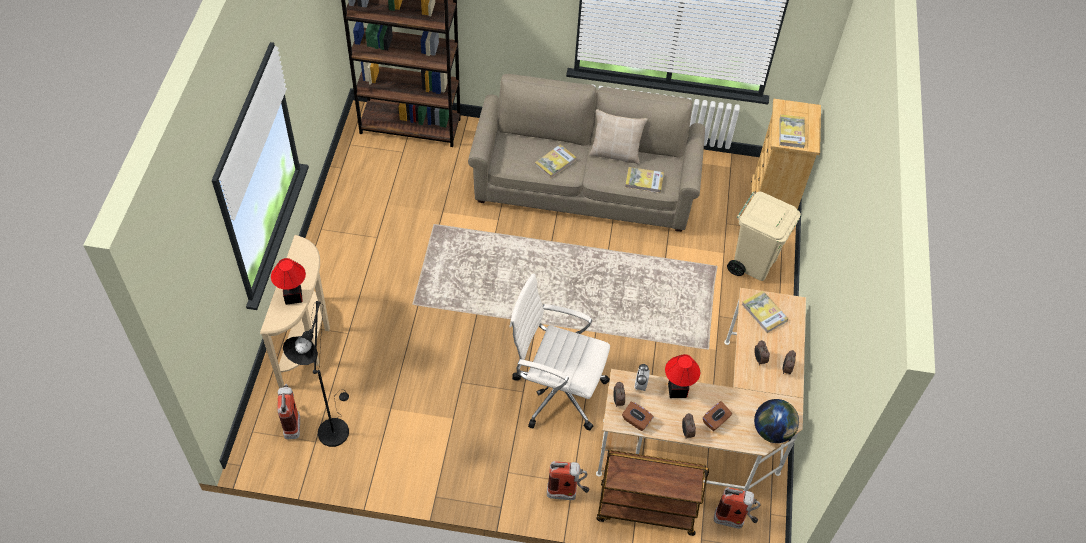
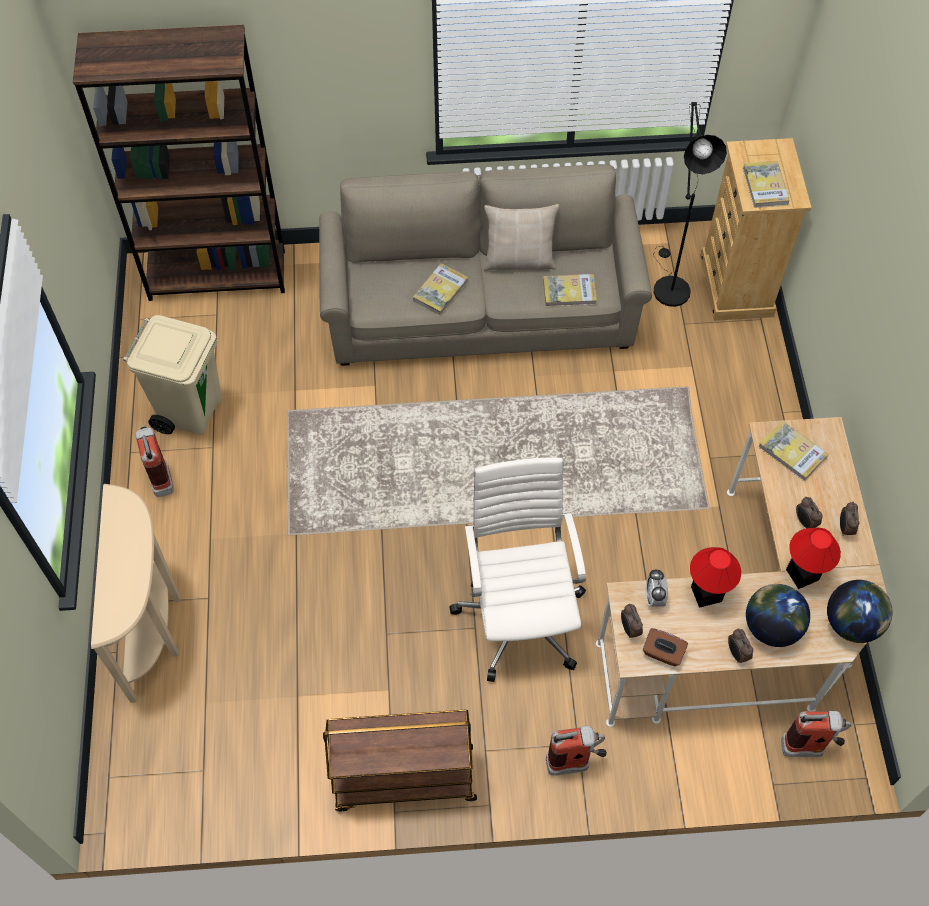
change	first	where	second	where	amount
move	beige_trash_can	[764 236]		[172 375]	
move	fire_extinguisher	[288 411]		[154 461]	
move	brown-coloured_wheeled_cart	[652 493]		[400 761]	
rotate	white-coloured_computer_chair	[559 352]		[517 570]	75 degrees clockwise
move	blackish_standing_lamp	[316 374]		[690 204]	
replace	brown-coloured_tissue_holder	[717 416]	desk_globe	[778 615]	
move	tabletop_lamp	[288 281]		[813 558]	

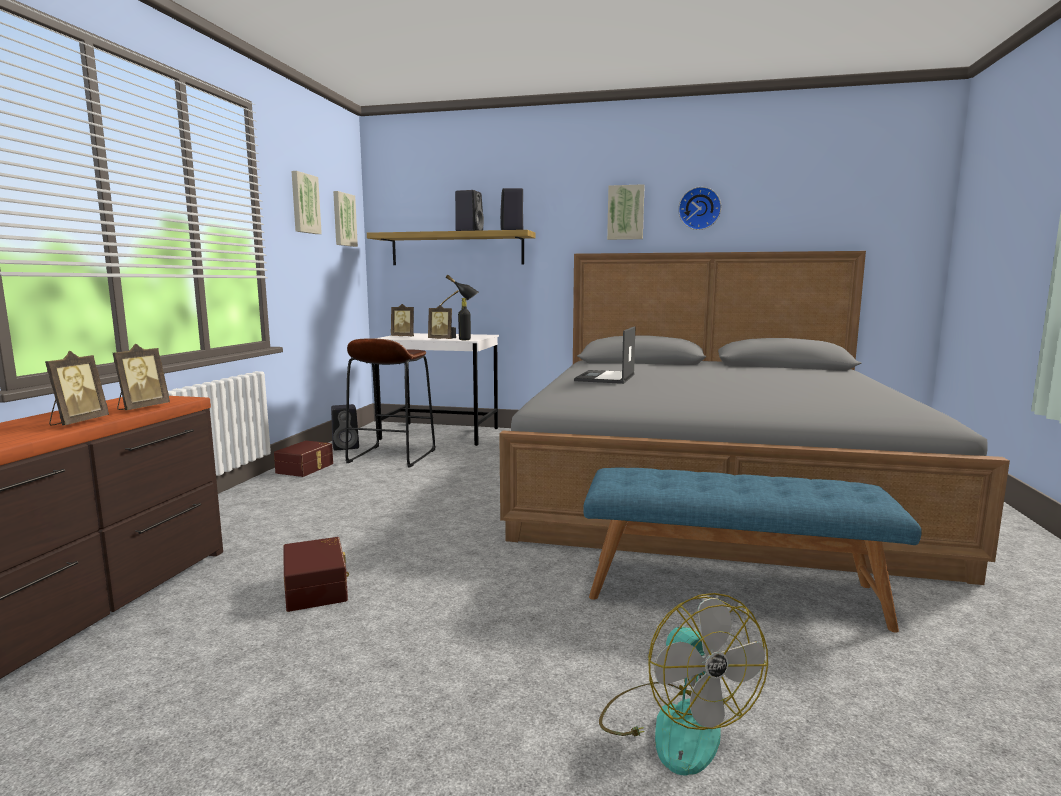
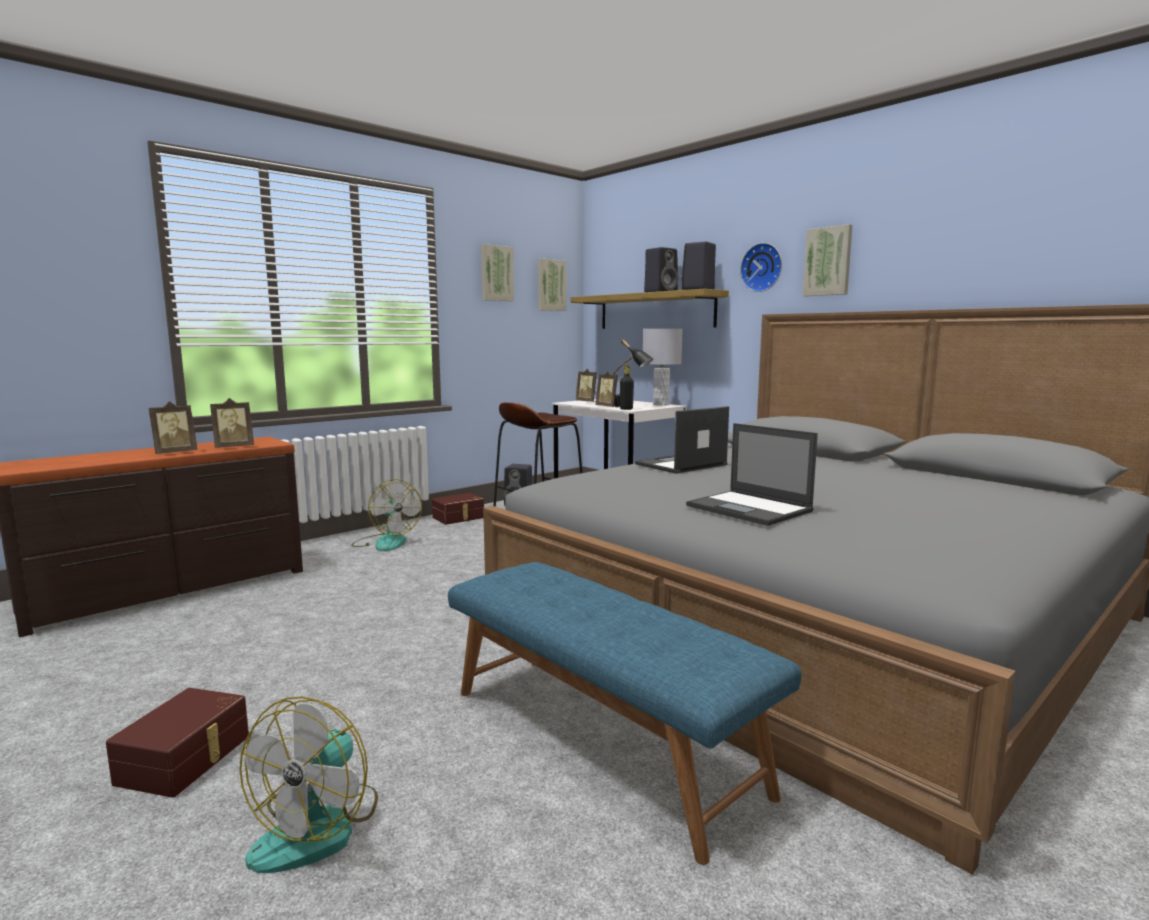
change	first	where	second	where	amount
move	brown-coloured_storage_box	[316 574]		[177 743]	
insert			cooling_fan	[386 515]	
insert			grey_tabletop_lamp	[663 367]	
insert			laptop	[752 474]	
move	wall_clock	[699 208]		[761 267]	

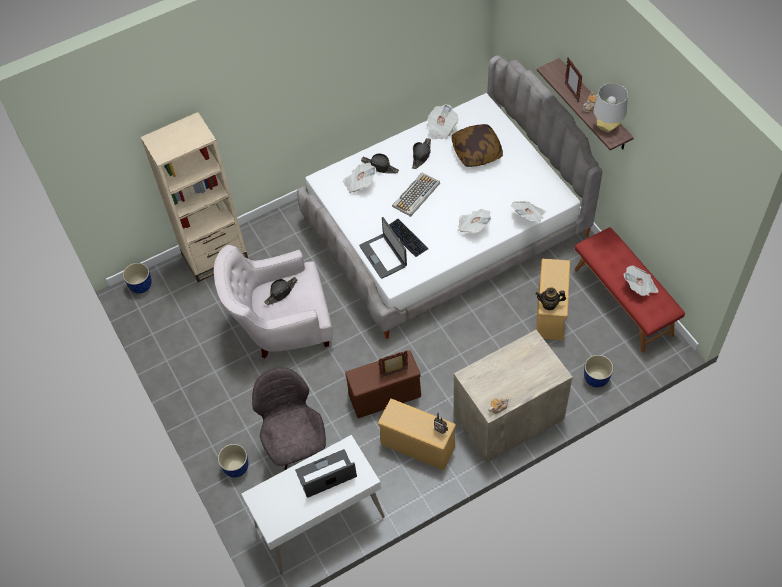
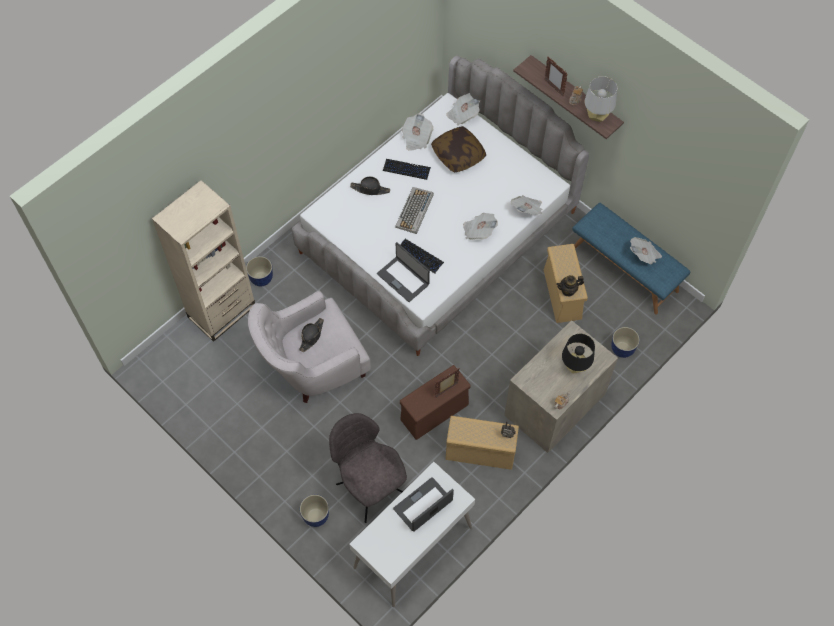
change	first	where	second	where	amount
move	plant_pot	[137 278]		[259 271]	
replace	blackish_clothing_hat	[421 153]	computer_keyboard	[407 169]	
move	daily_paper	[360 178]		[463 109]	
insert			blackish_tabletop_lamp	[578 353]	
recolor	reddish_indoor_bench	[630 290]	bluish_indoor_bench	[631 258]	

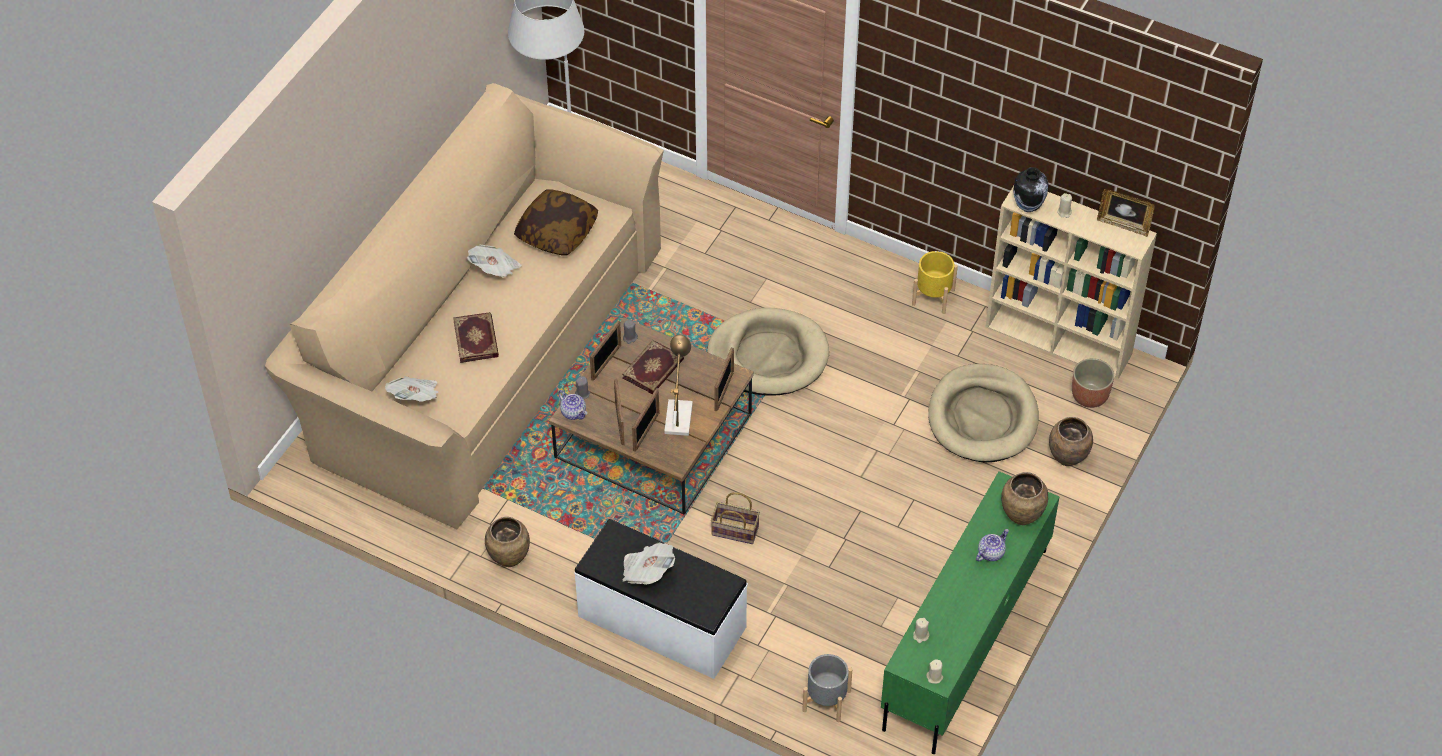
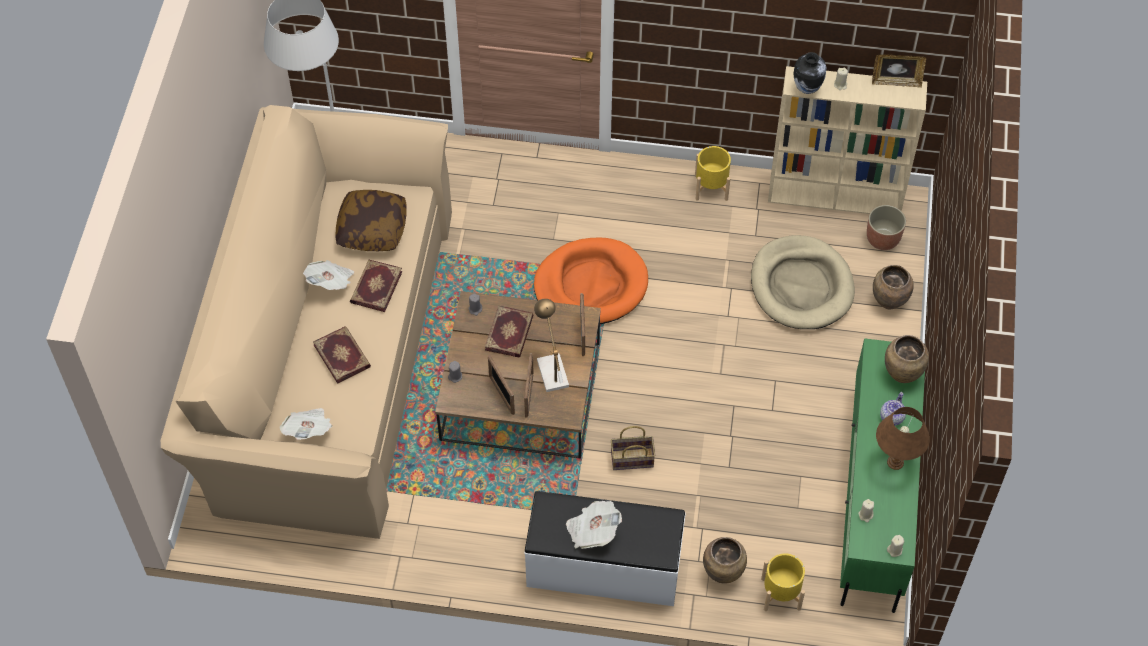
change	first	where	second	where	amount
insert			bound_book	[376 285]	
recolor	beige_dog_cushion	[768 352]	orange-coloured_dog_cushion	[591 281]	
move	brown-coloured_vase	[507 542]		[725 560]	
recolor	grey_plant_pot	[827 688]	yellow_plant_pot	[783 582]	
insert			brown-coloured_tabletop_lamp	[903 438]	
delete	tea_pot	[572 405]			
delete	picture_frame	[605 351]			

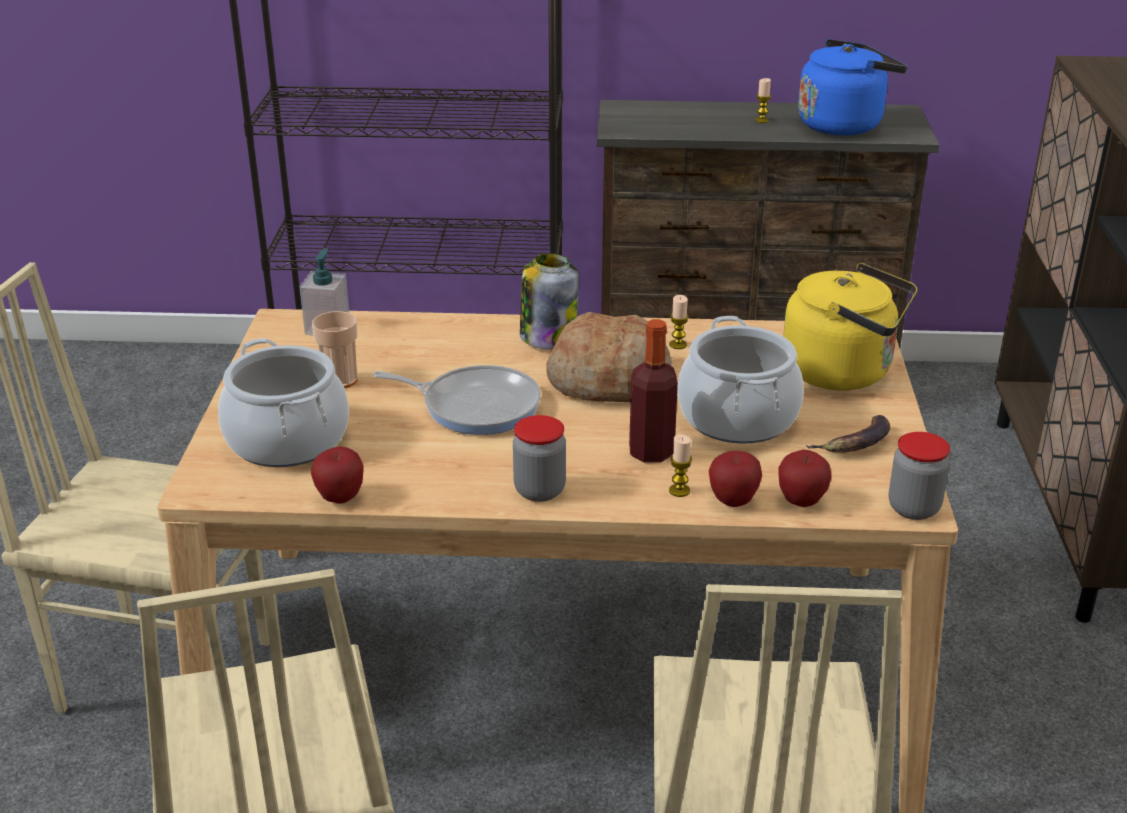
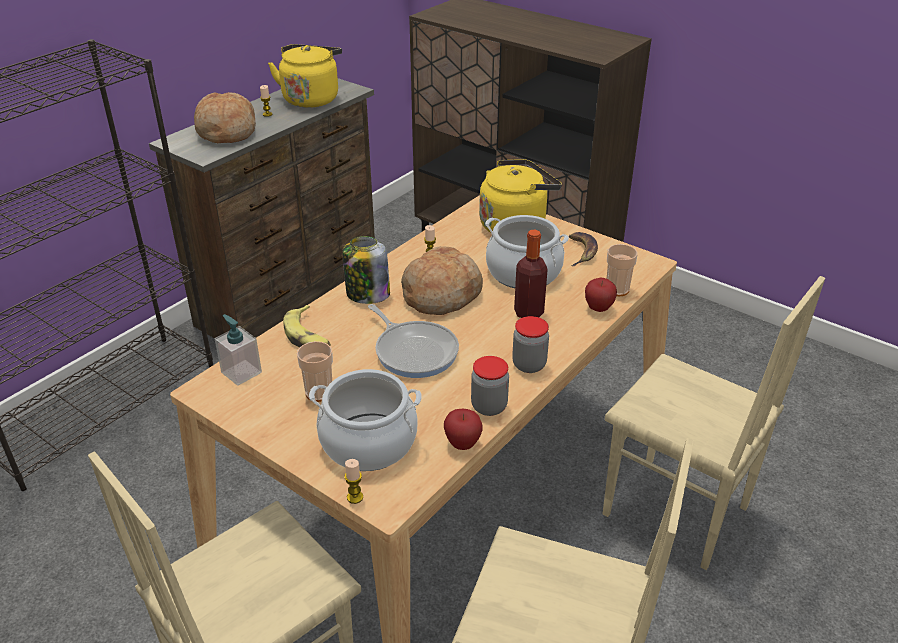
change	first	where	second	where	amount
insert			bakery_bread	[225 117]	
recolor	bluish_water_kettle	[852 87]	yellow_water_kettle	[305 76]	
insert			whole_banana	[307 326]	
move	wax_light	[680 466]		[354 481]	
rotate	skillet	[457 400]		[413 341]	90 degrees clockwise
move	jar	[919 476]		[490 386]	
replace	apple	[804 478]	cup	[622 270]	

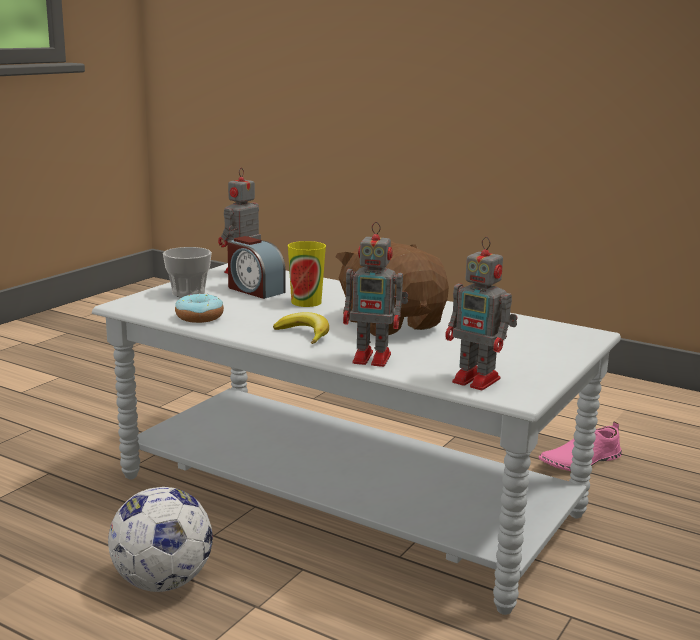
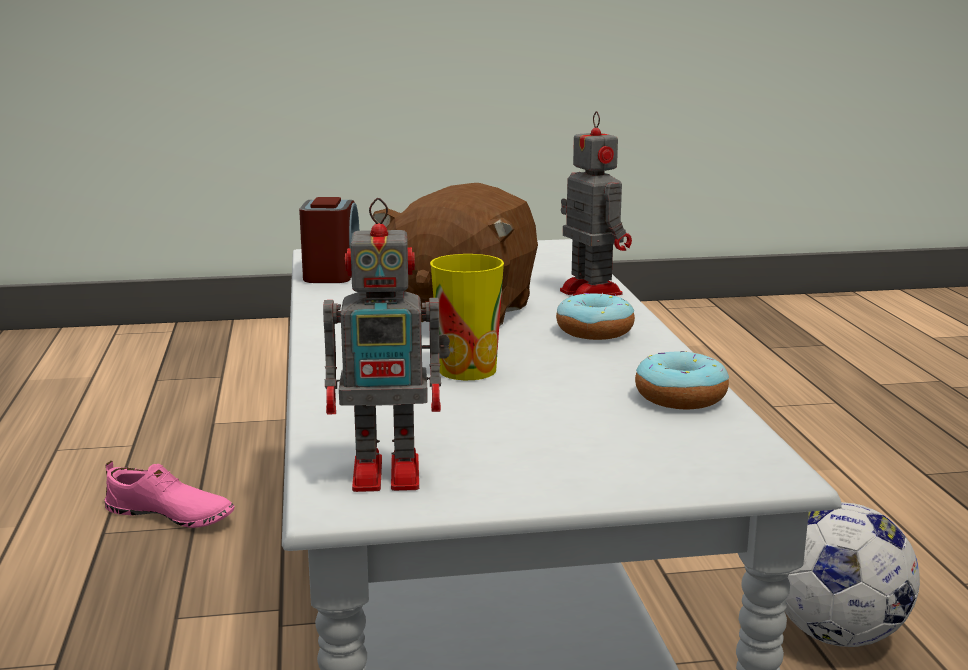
change	first	where	second	where	amount
move	bedside_clock	[256 267]		[329 240]	
replace	whole_banana	[301 328]	doughnut	[595 316]	
delete	cup	[187 272]			
delete	model_robot	[481 313]			

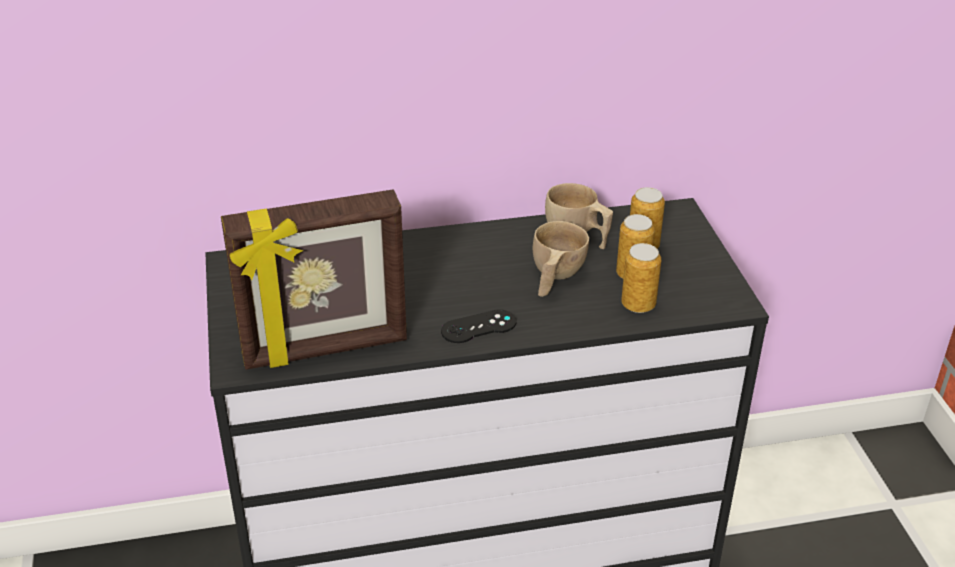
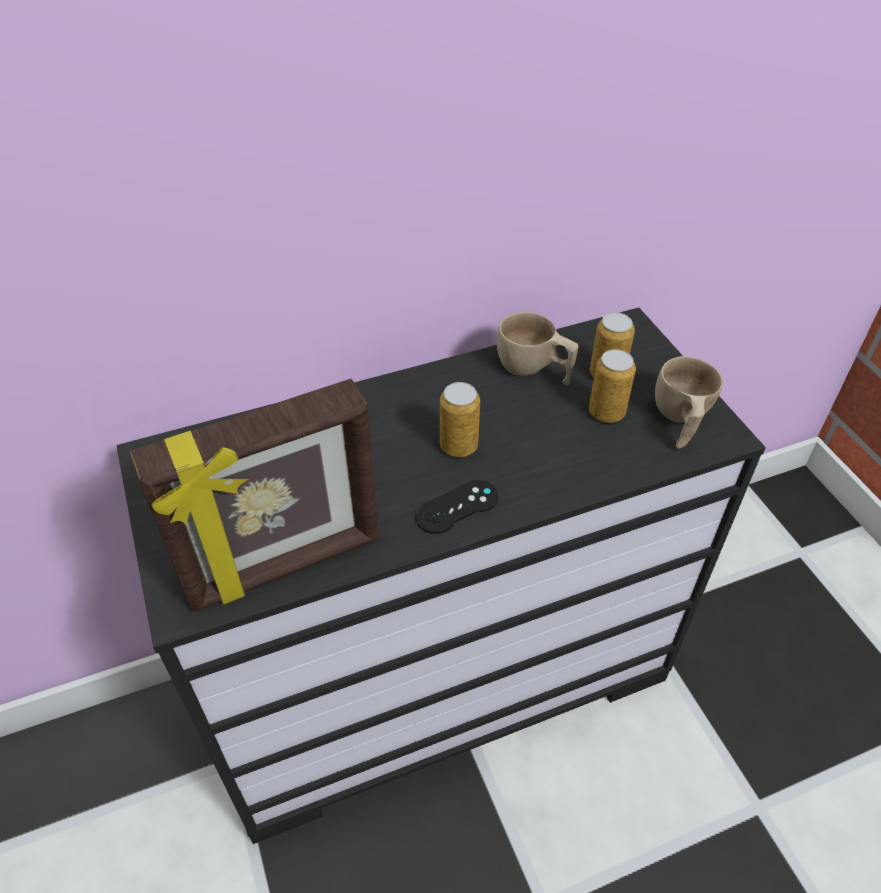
change	first	where	second	where	amount
move	metal_can	[641 278]		[460 419]	
move	beige_cup	[561 259]		[689 402]	

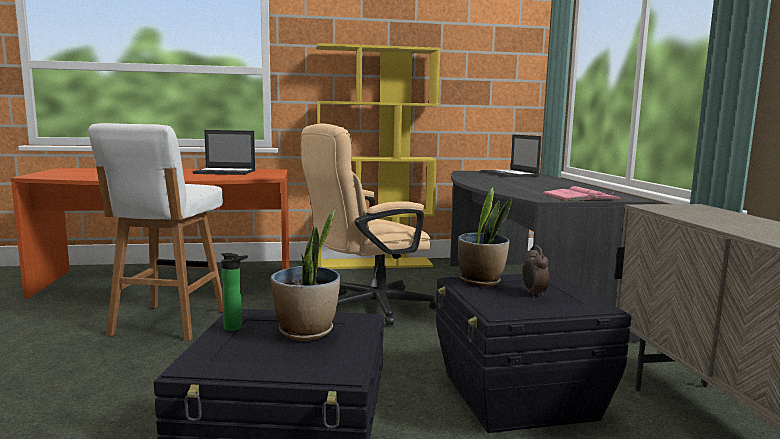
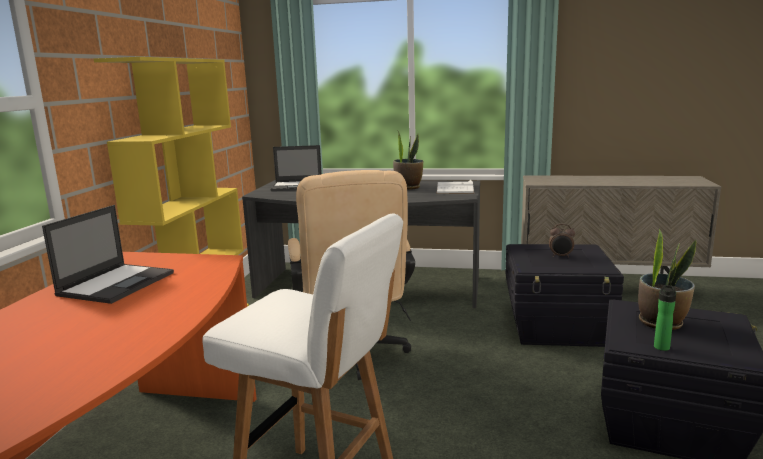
change	first	where	second	where	amount
move	potted_plant	[485 237]		[408 160]	
recolor	pink_bound_book	[582 193]	white-coloured_bound_book	[455 187]	

